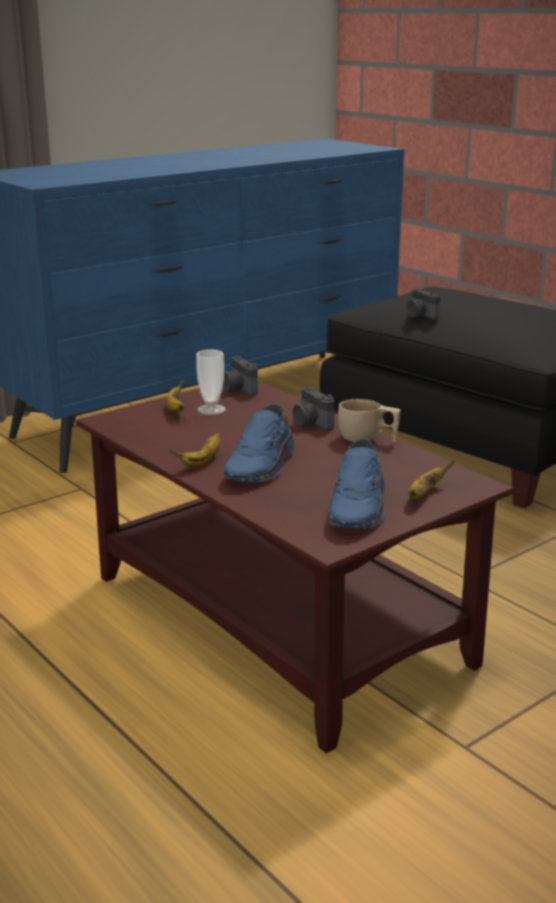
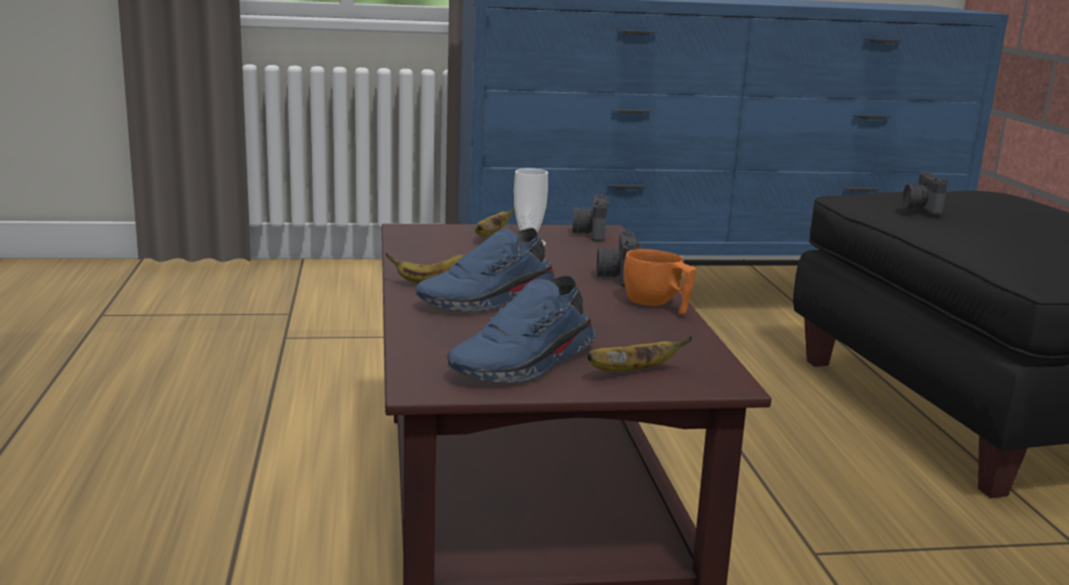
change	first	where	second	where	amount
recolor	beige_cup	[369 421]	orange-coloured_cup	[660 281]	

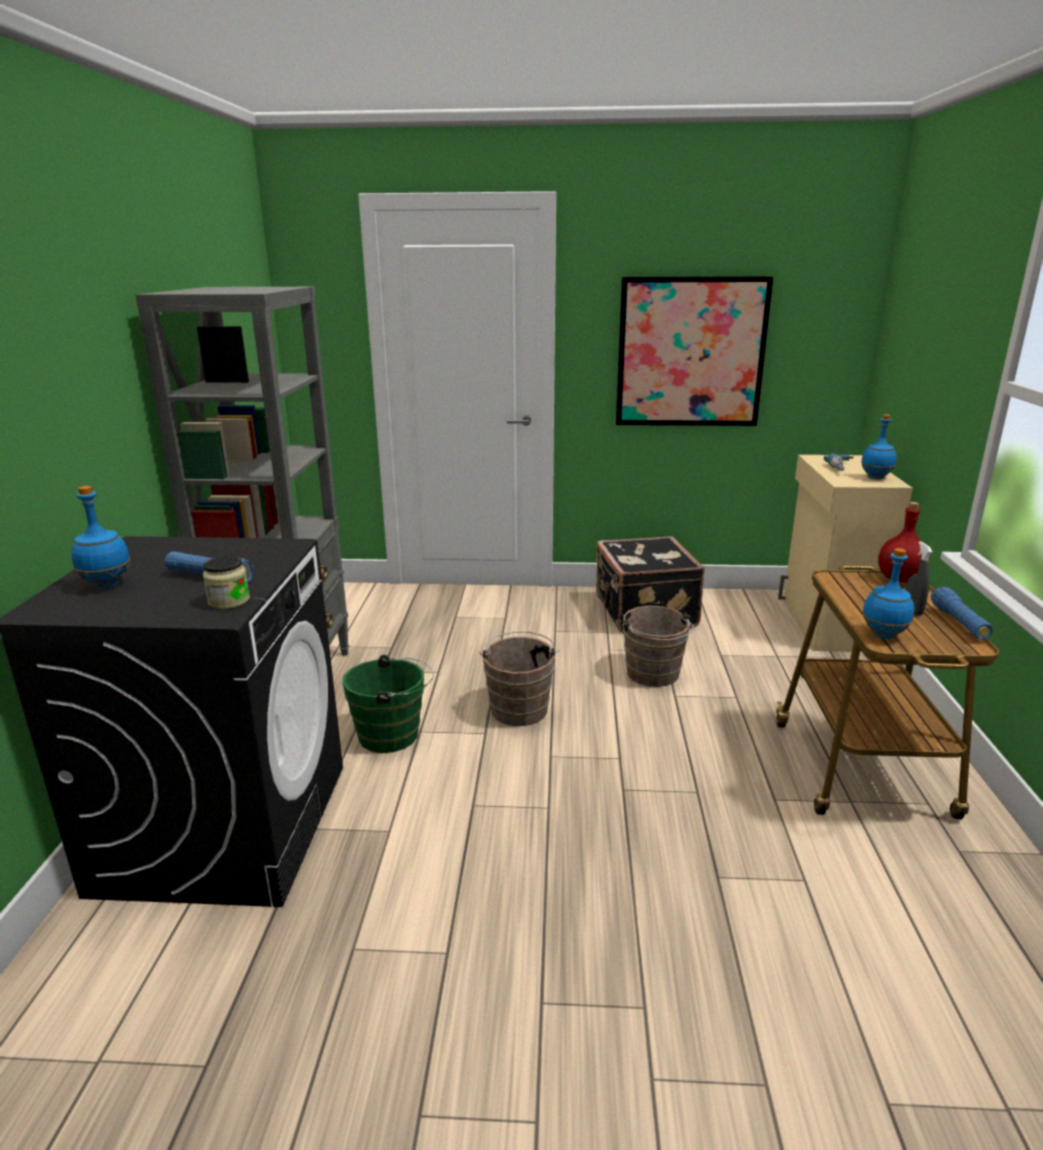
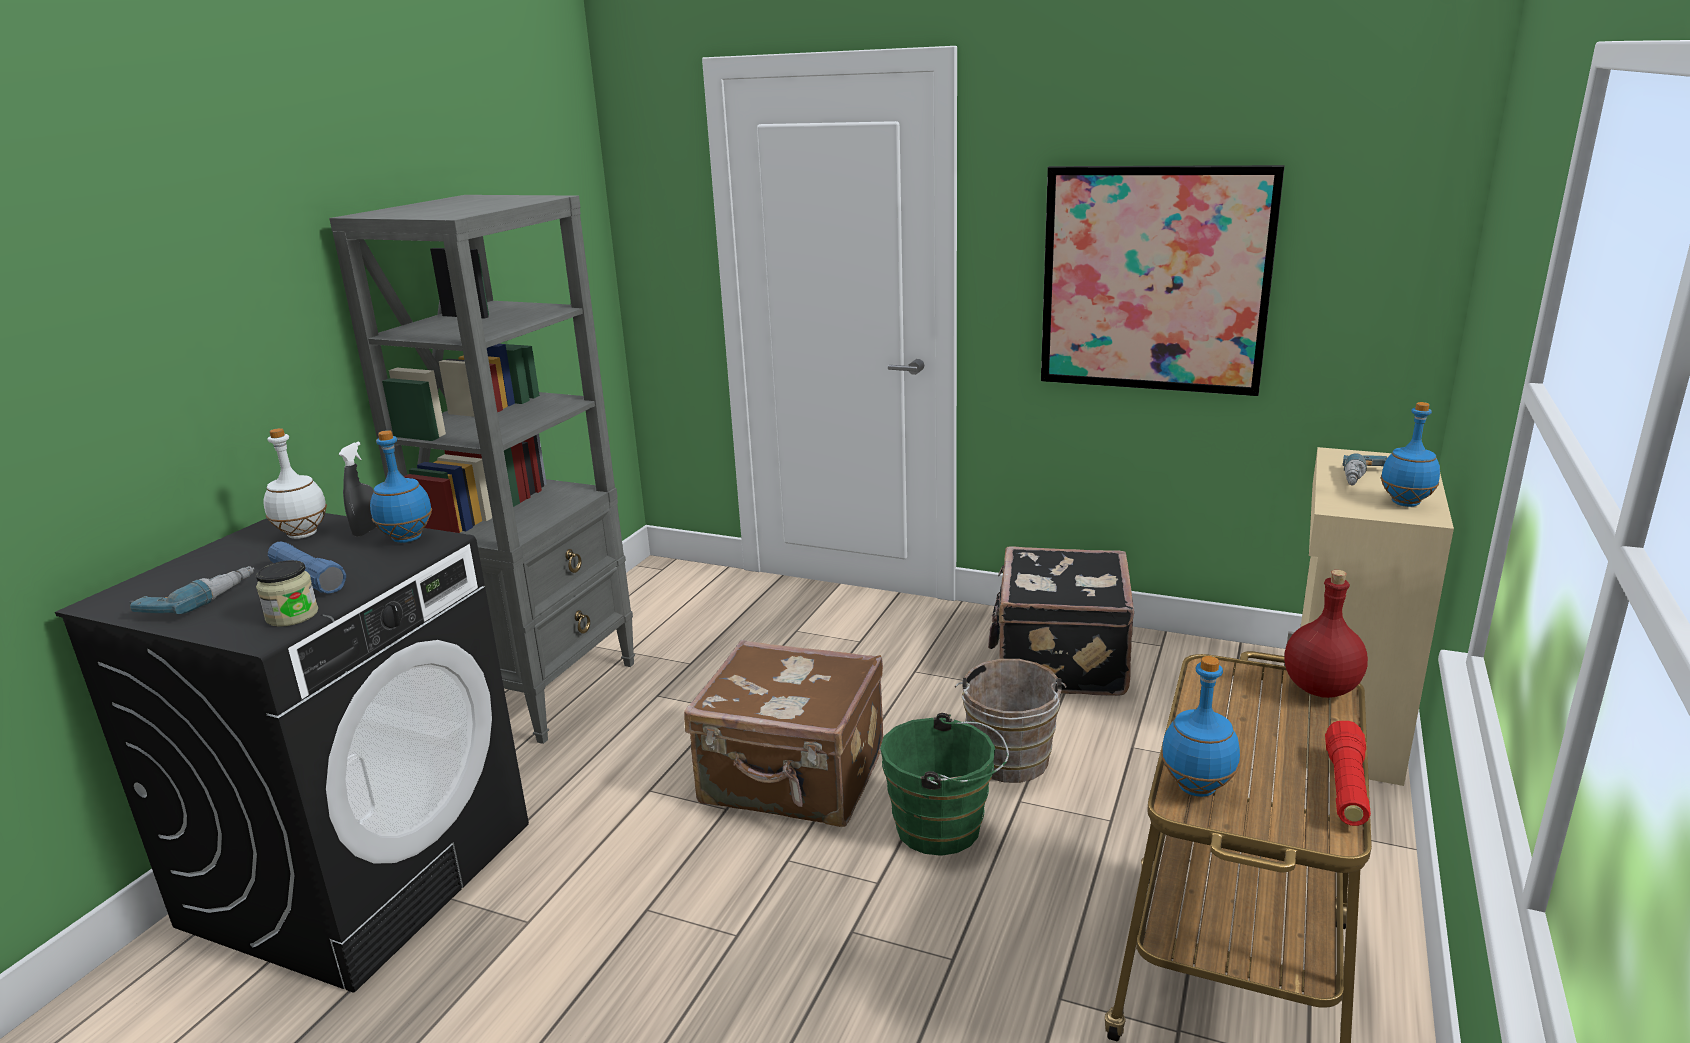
change	first	where	second	where	amount
insert			power_drill	[192 590]	
insert			white-coloured_beverage_bottle	[295 483]	
move	grey_spray_bottle	[918 578]		[358 489]	
move	bluish_beverage_bottle	[101 537]		[401 486]	
replace	brown-coloured_bucket	[519 678]	brown-coloured_piece_of_luggage	[783 733]	
move	greenish_bucket	[388 704]		[944 784]	
recolor	bluish_flashlight	[962 613]	reddish_flashlight	[1348 773]	

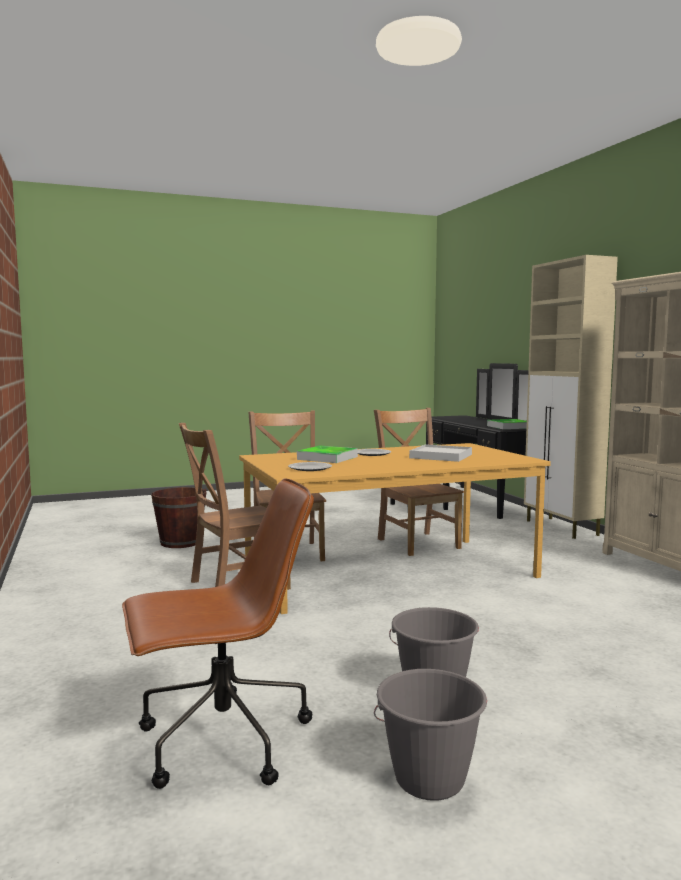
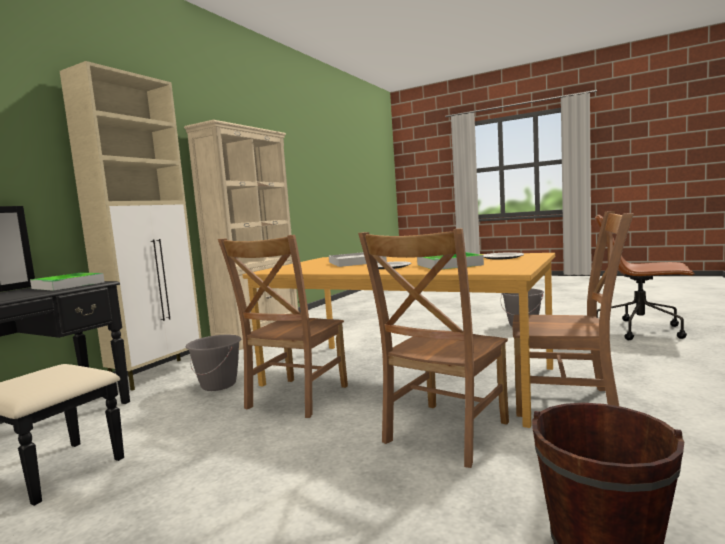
change	first	where	second	where	amount
move	grey_bucket	[430 735]		[213 363]	

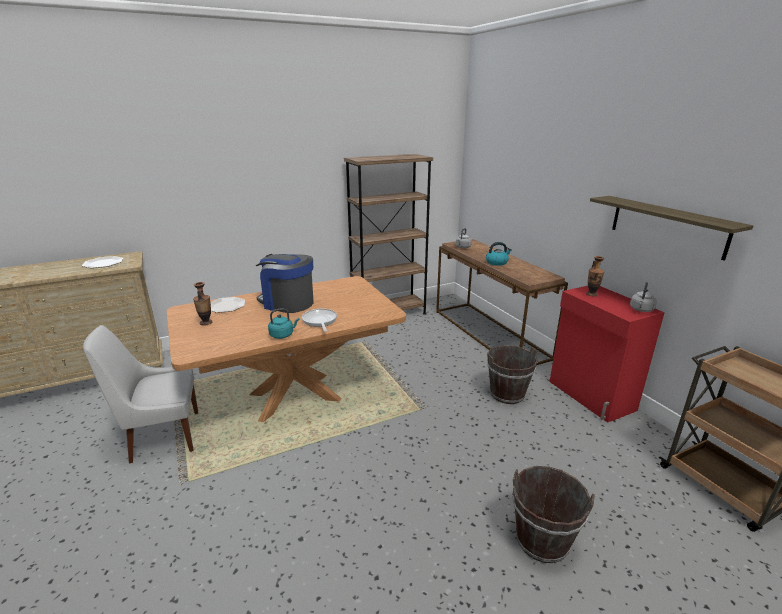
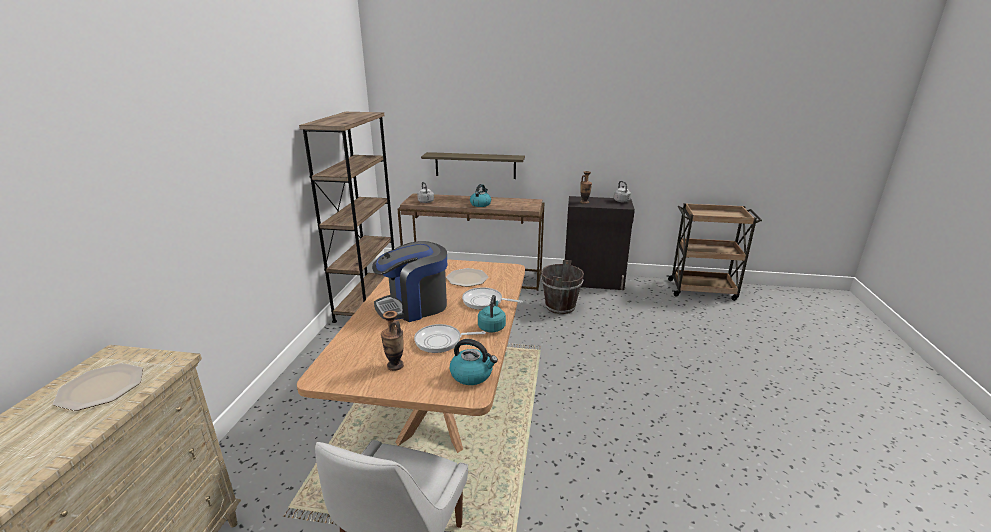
change	first	where	second	where	amount
insert			skillet	[450 338]	
move	bracket_shelf	[671 228]		[473 165]	
move	plate	[227 305]		[467 277]	
insert			water_kettle	[474 362]	
recolor	reddish_cupboard	[607 354]	blackish_cupboard	[600 243]	
delete	brown-coloured_bucket	[553 514]			

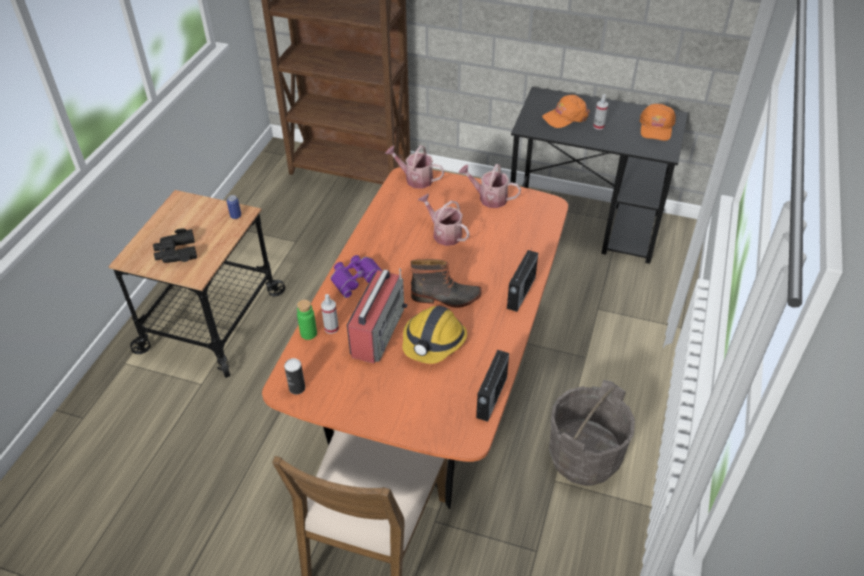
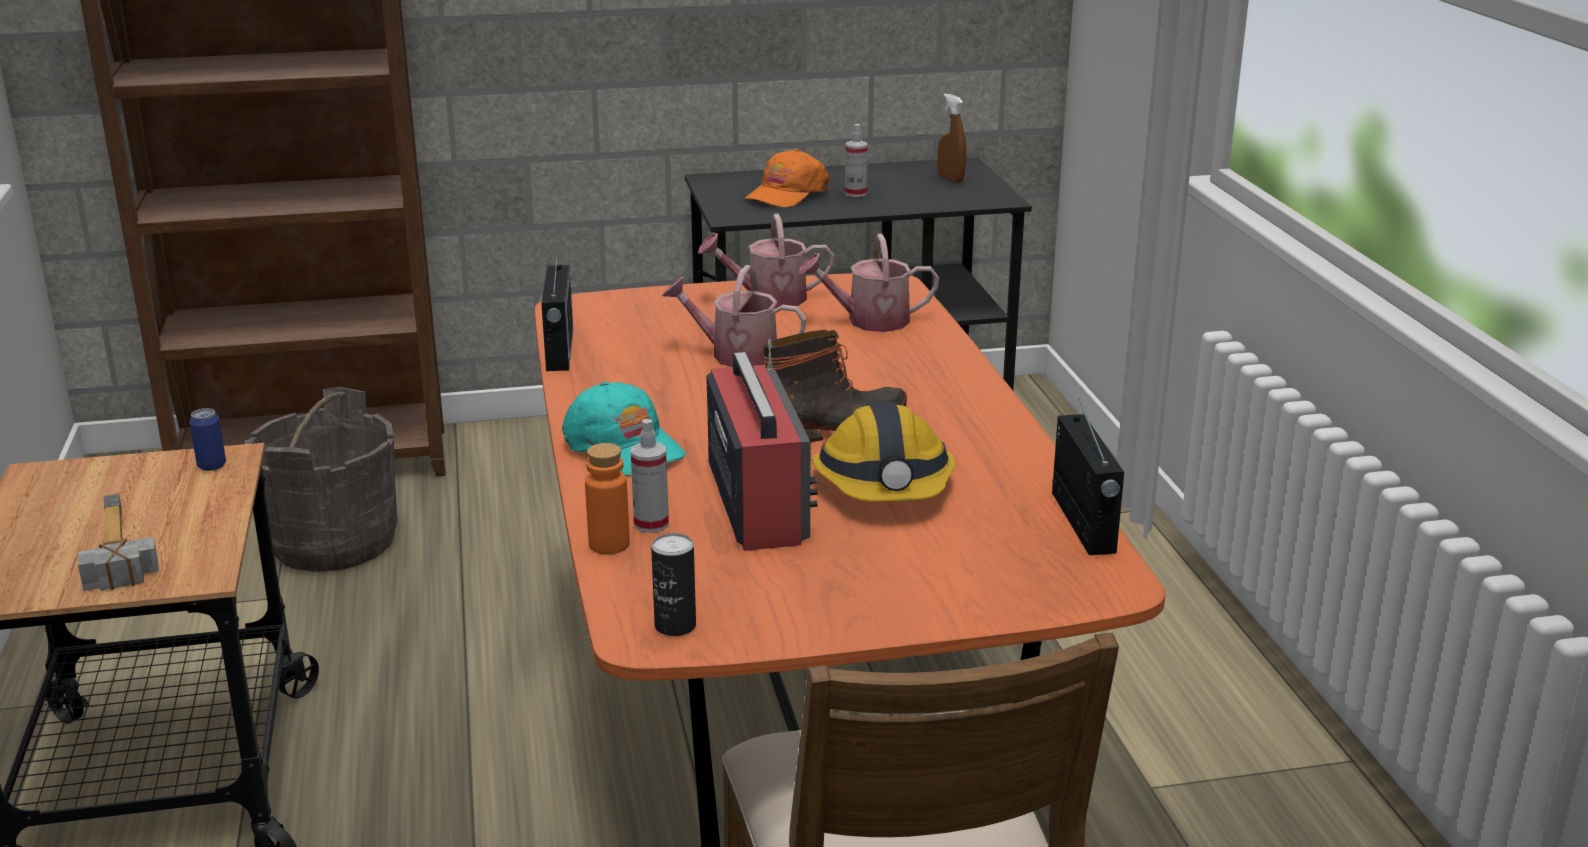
change	first	where	second	where	amount
replace	blackish_pair_of_binoculars	[175 246]	tool_hammer	[118 542]	
move	grey_bucket	[592 433]		[321 479]	
move	radio_receiver	[522 280]		[557 311]	
replace	purple-coloured_pair_of_binoculars	[356 276]	turquoise_peaked_cap	[624 429]	
recolor	greenish_beverage_bottle	[307 319]	orange-coloured_beverage_bottle	[607 498]	
move	sprinkling_can	[414 167]		[868 282]	
replace	orange-coloured_peaked_cap	[658 122]	brown-coloured_spray_bottle	[951 138]	

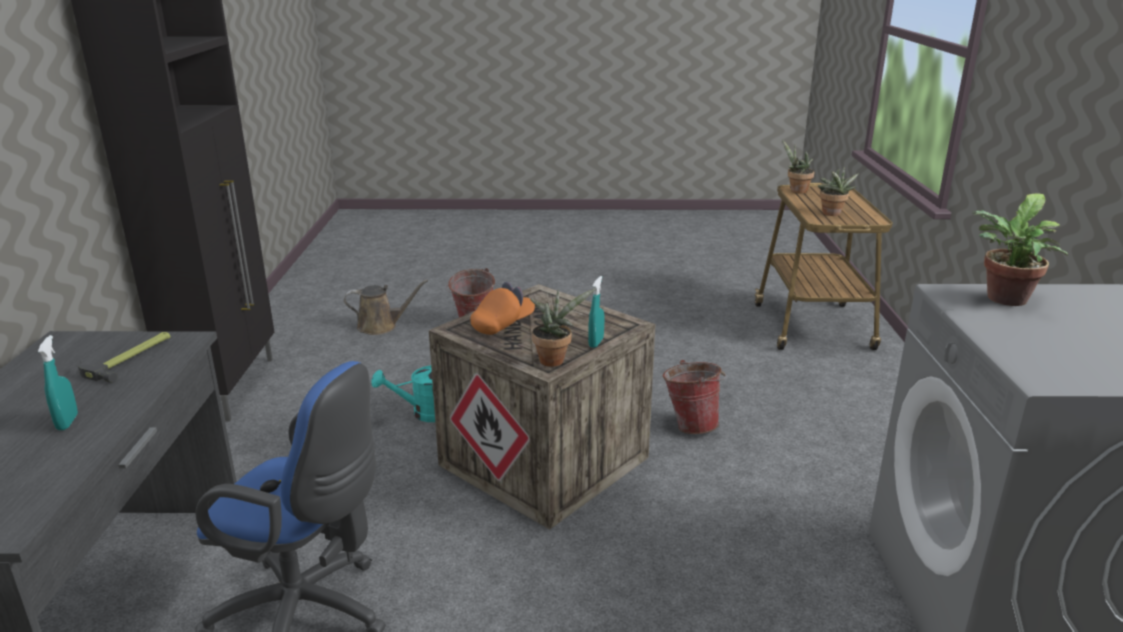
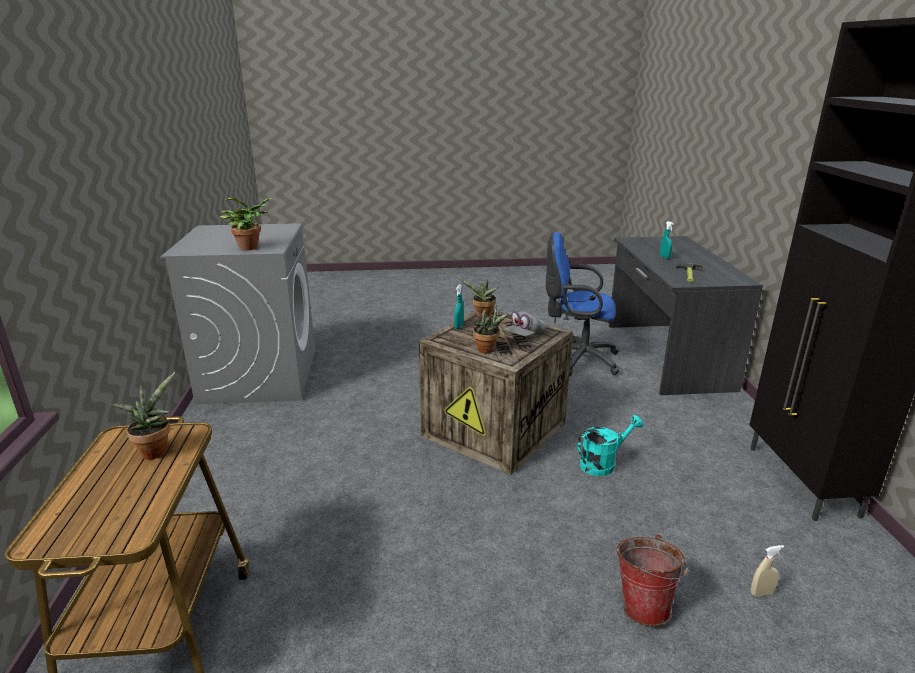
change	first	where	second	where	amount
move	potted_plant	[798 167]		[490 329]	
recolor	orange-coloured_peaked_cap	[503 308]	grey_peaked_cap	[525 323]	
replace	brown-coloured_sprinkling_can	[386 307]	beige_spray_bottle	[767 571]	
delete	bucket	[694 397]			

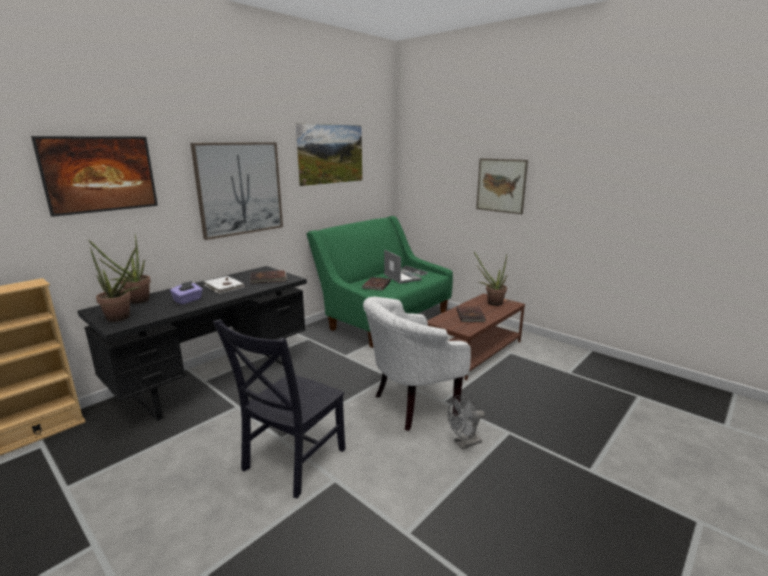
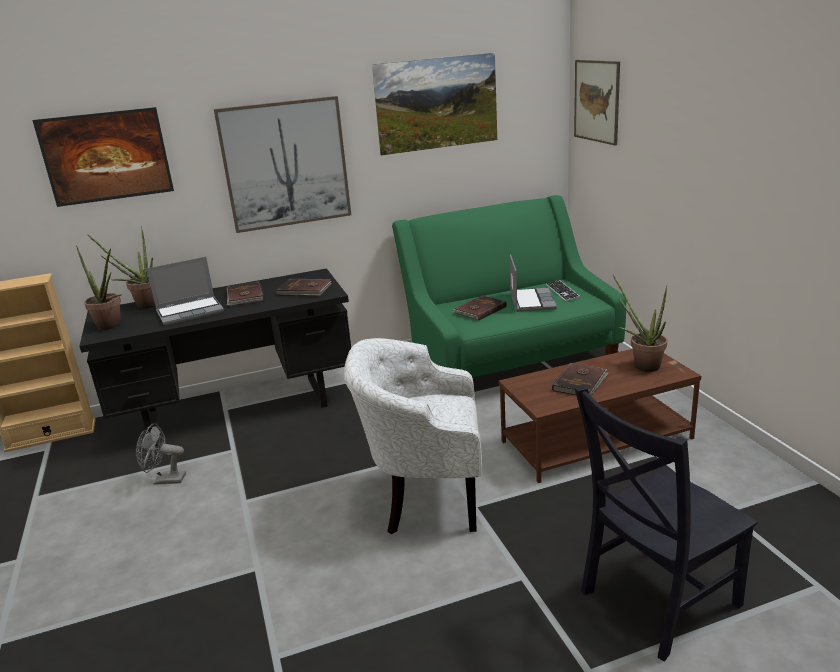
change	first	where	second	where	amount
move	grey_cooling_fan	[466 422]		[161 454]	
replace	purple-coloured_tissue_holder	[186 292]	laptop	[185 291]	
recolor	white-coloured_bound_book	[224 285]	brown-coloured_bound_book	[245 293]	
move	picture	[502 186]		[597 102]	
move	blackish_upright_chair	[279 408]		[666 523]	

